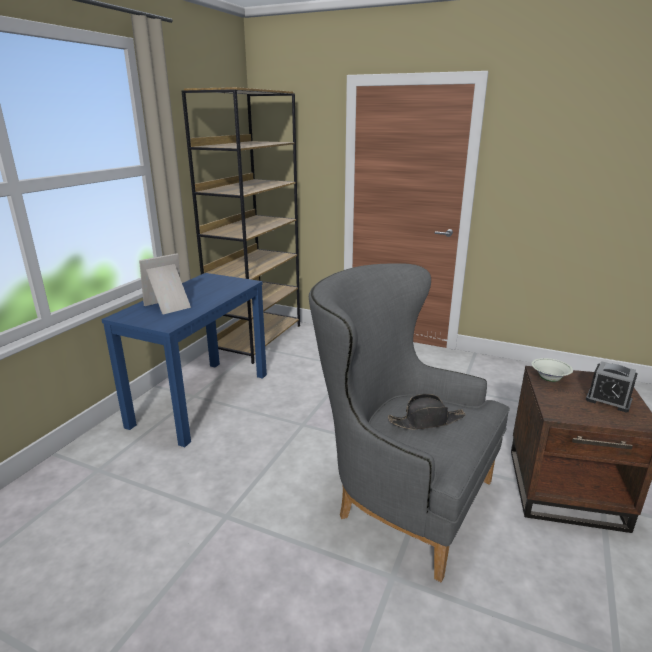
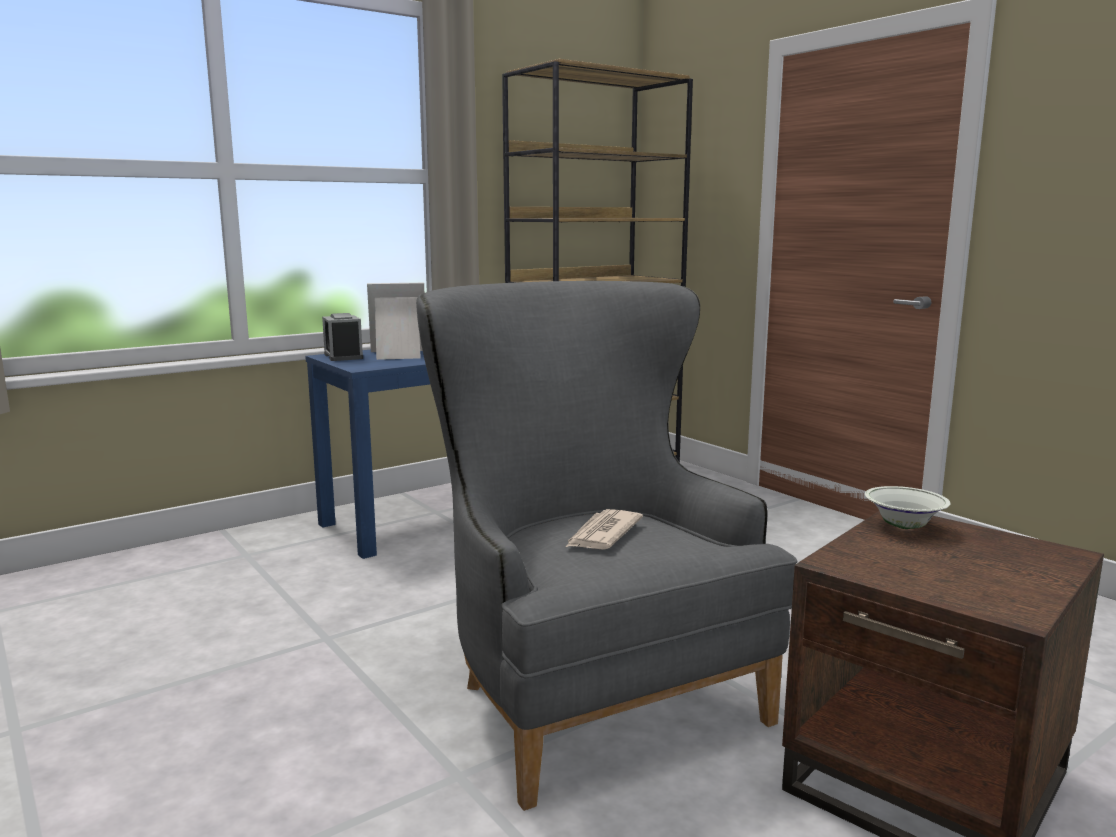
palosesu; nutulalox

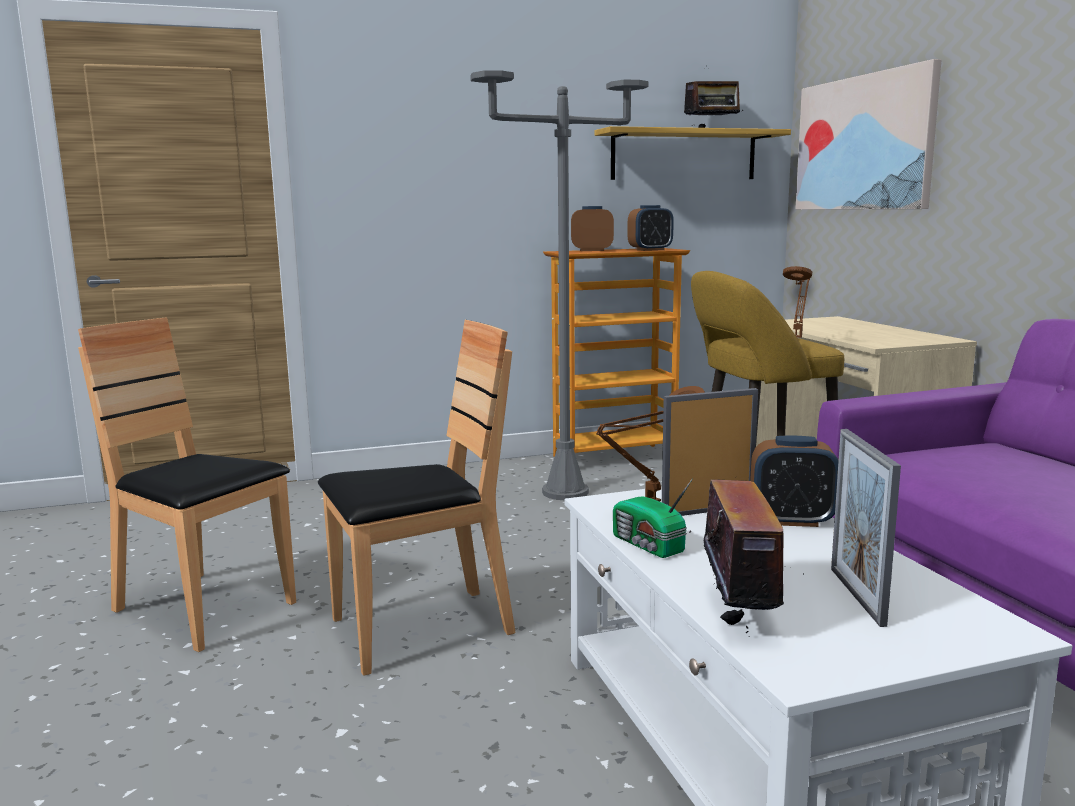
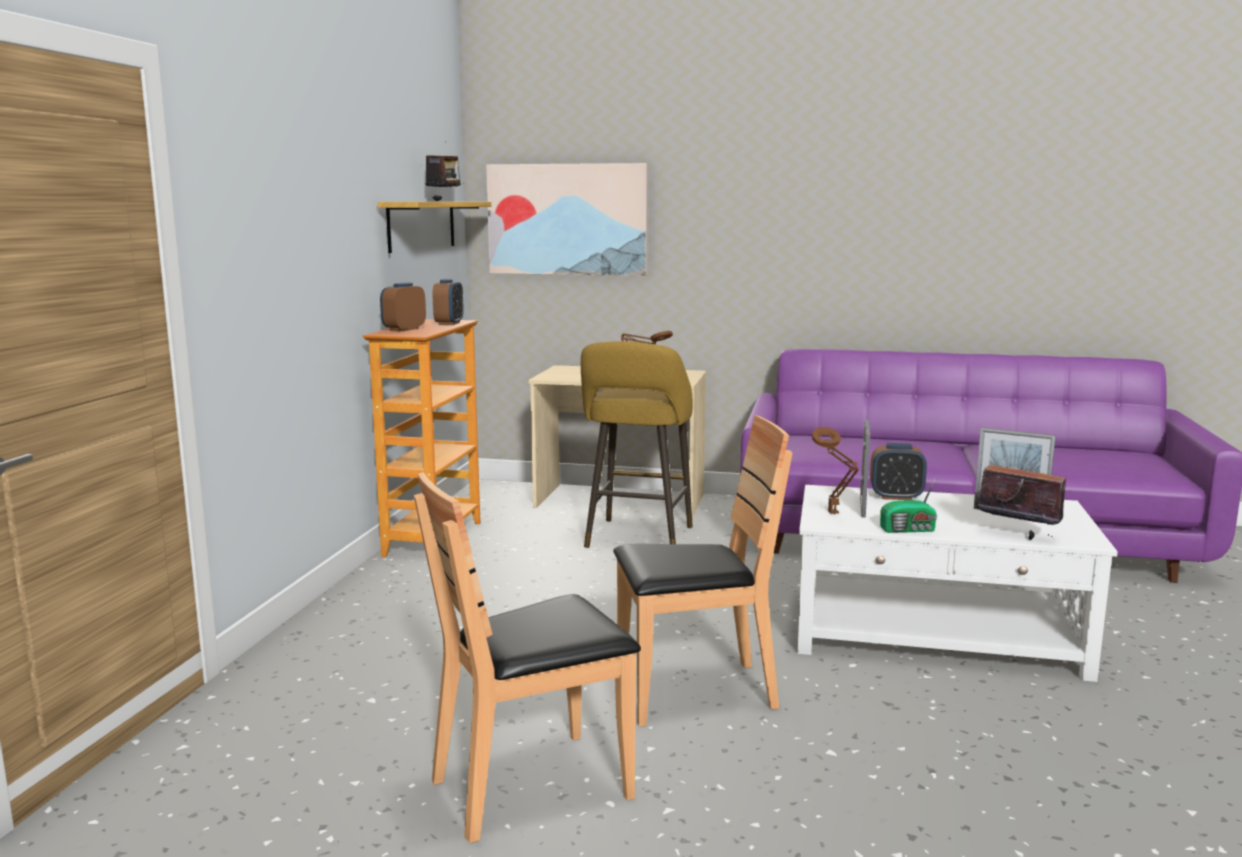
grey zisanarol; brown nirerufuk (2nd from left); palosesu (3rd from left)

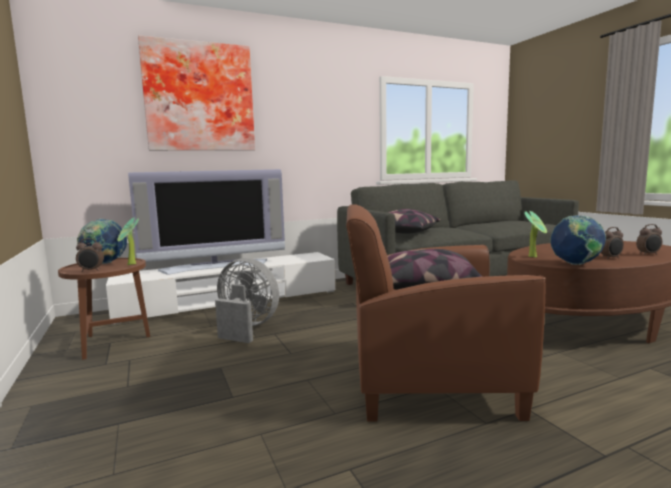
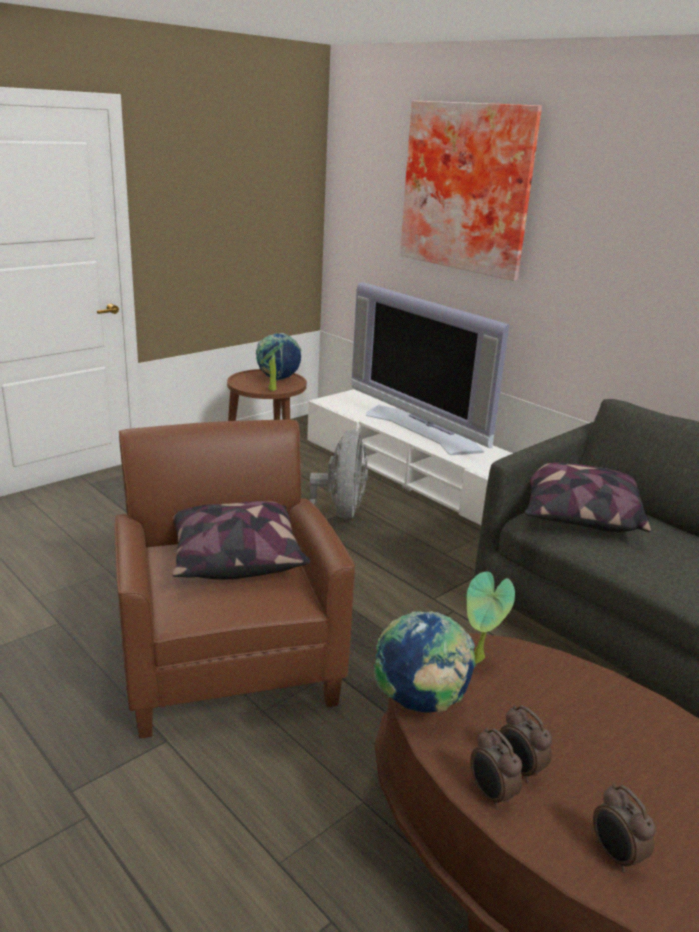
palosesu (1st from left)

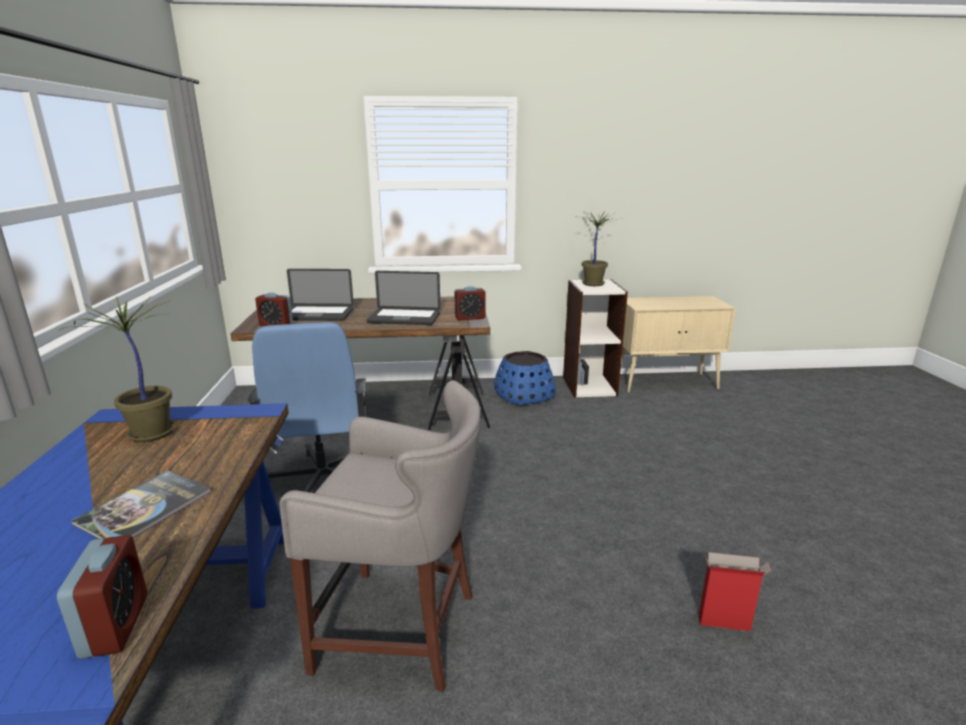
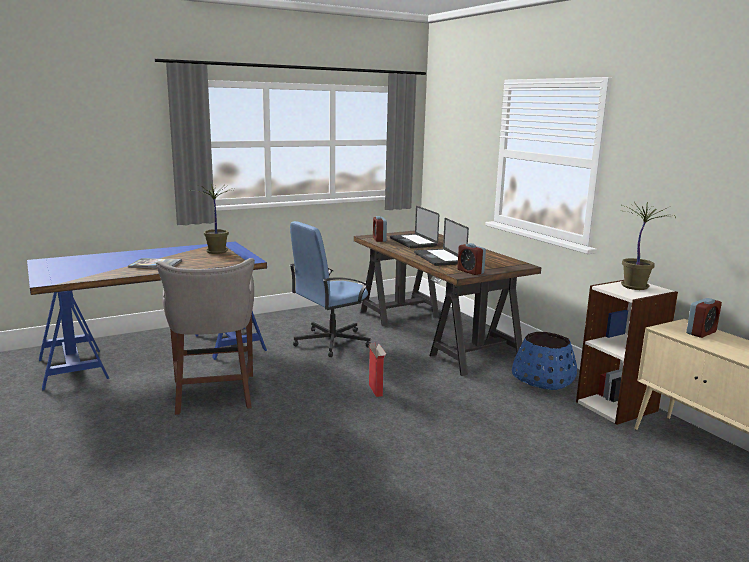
palosesu (3rd from left); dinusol

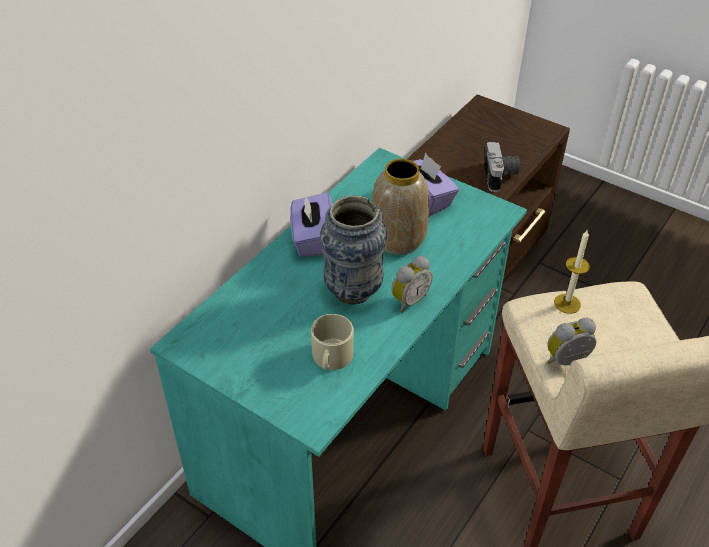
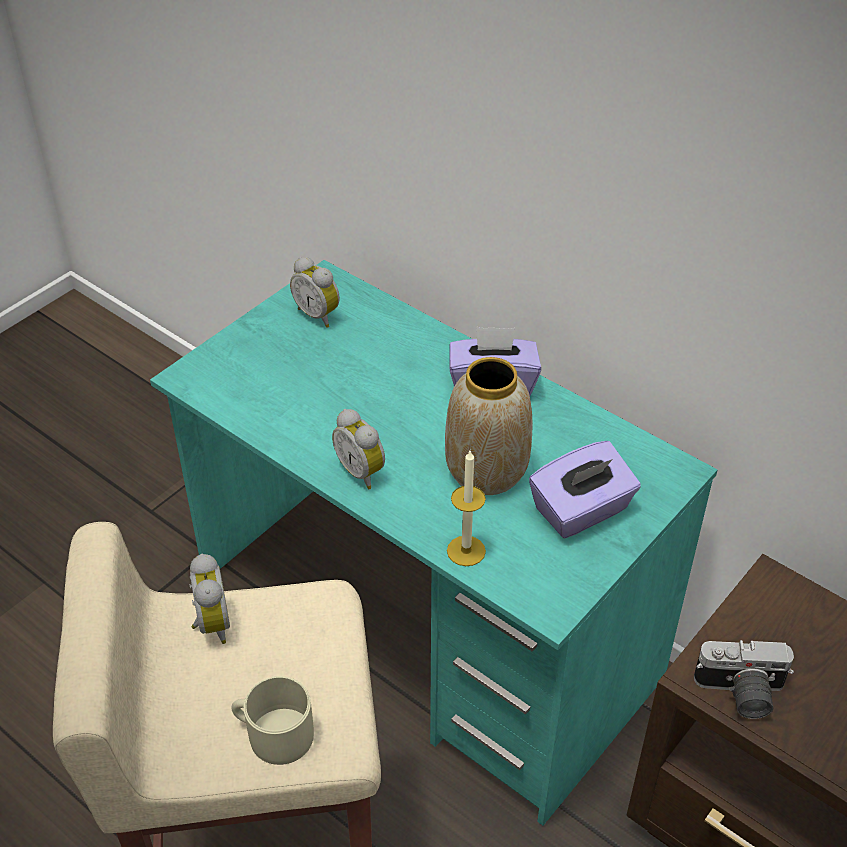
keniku (1st from left in the first image); palosesu (2nd from left); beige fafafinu; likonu

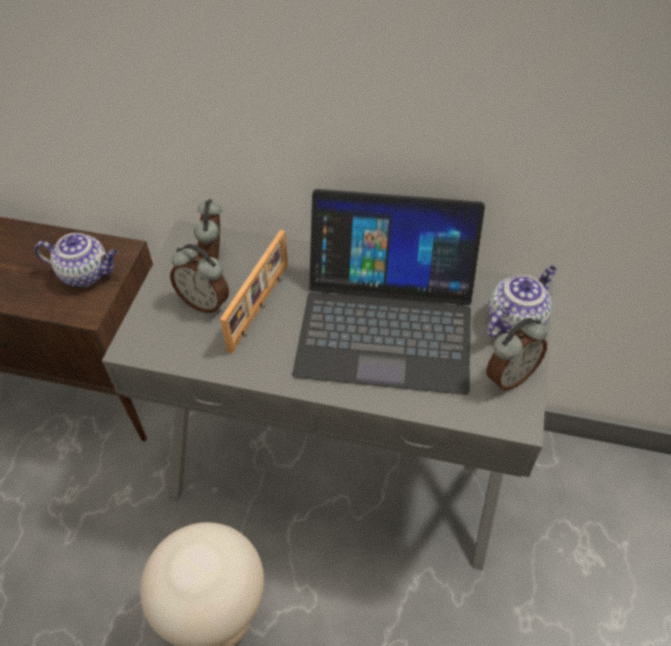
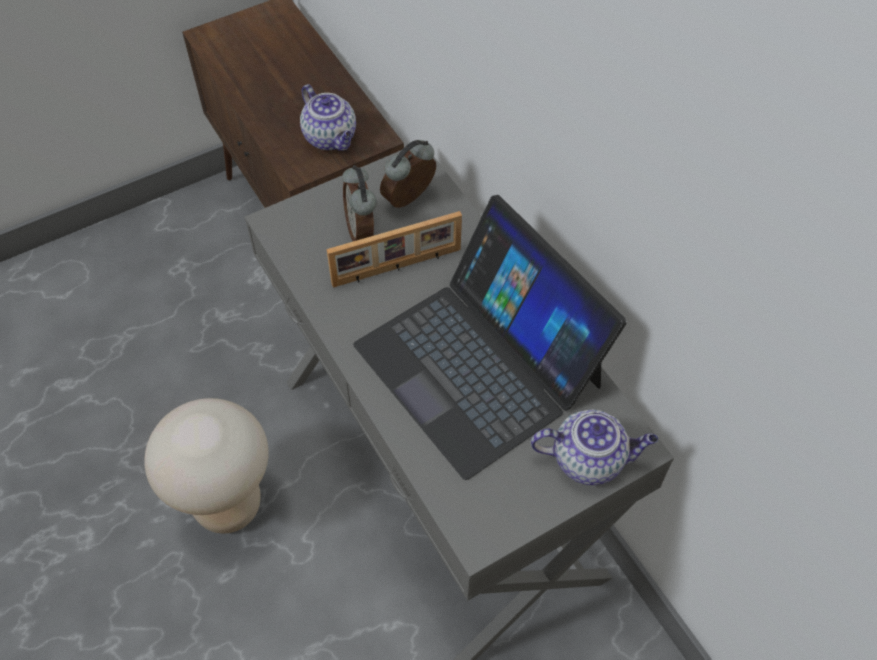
palosesu (3rd from left in the first image)

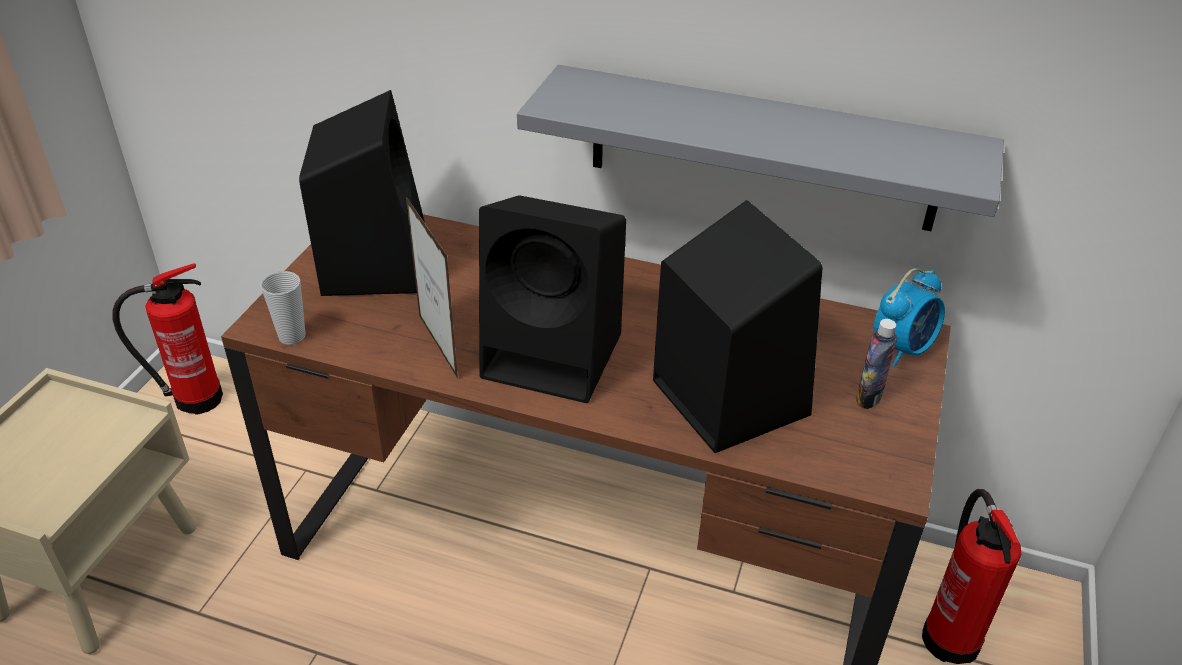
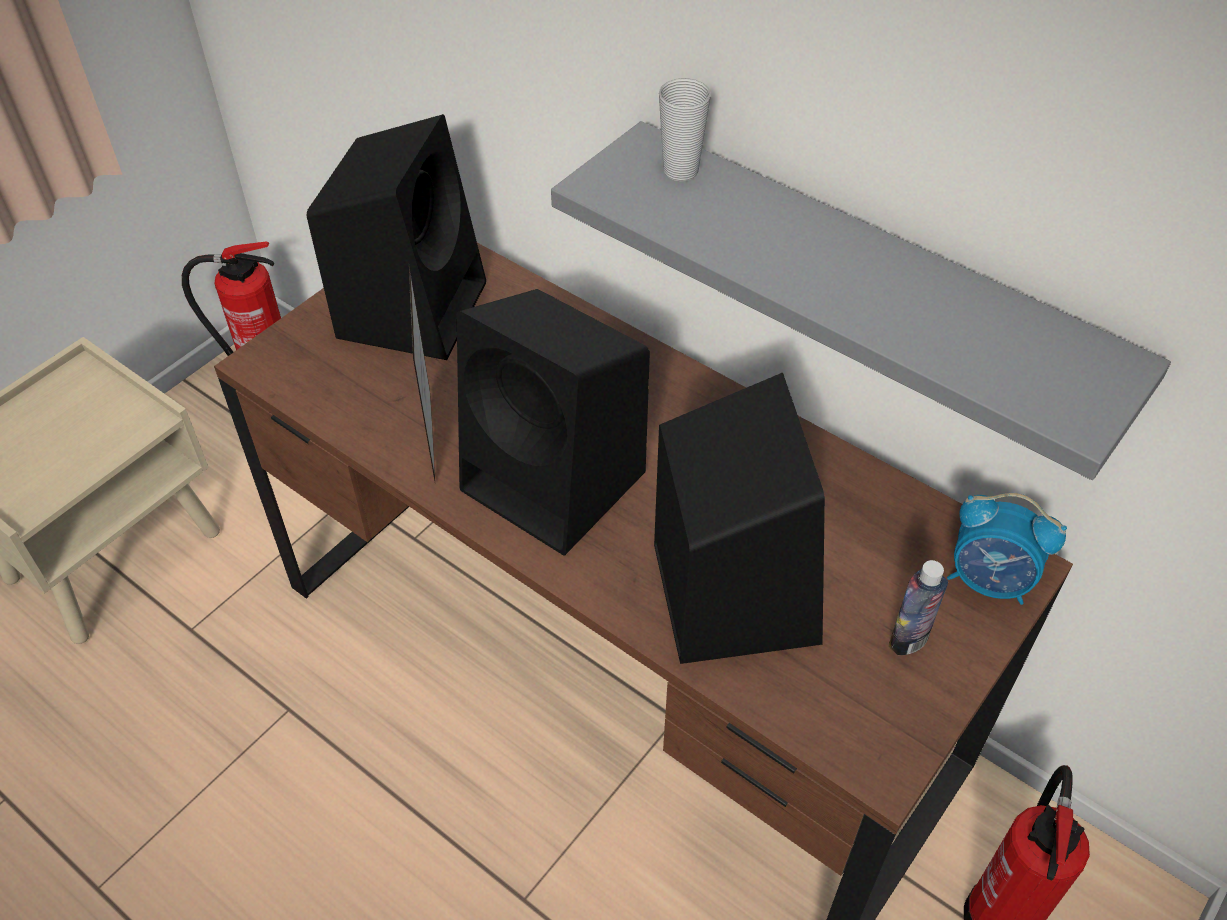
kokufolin; palosesu

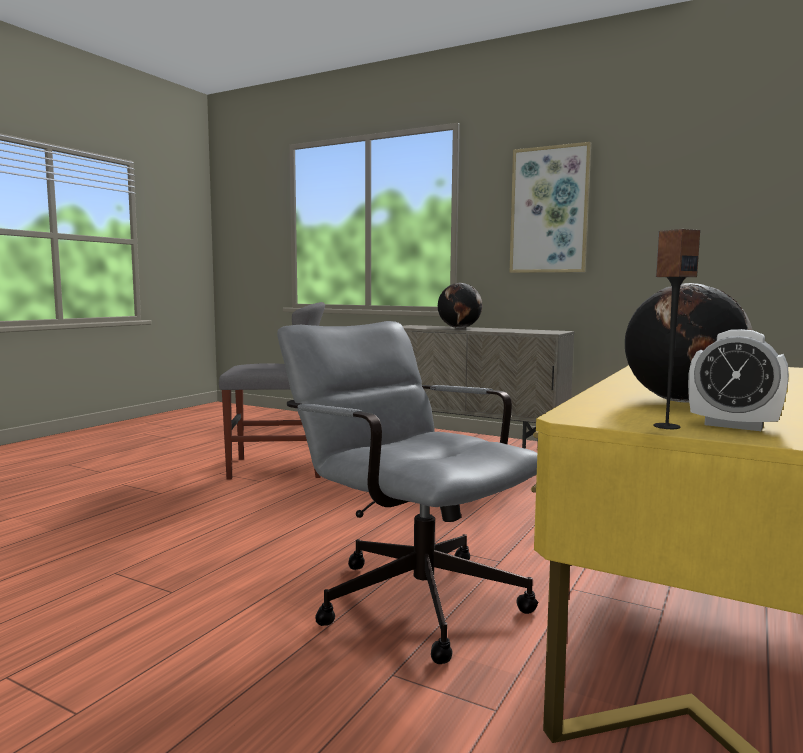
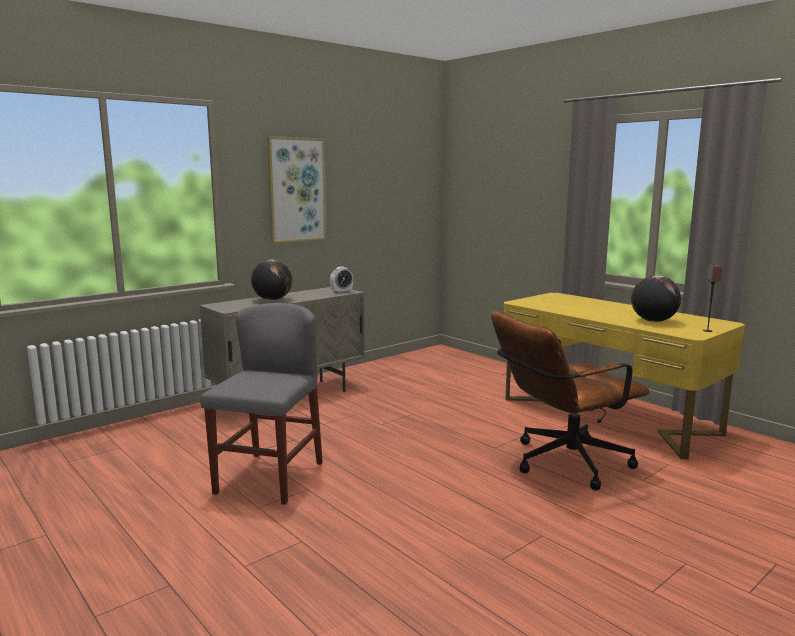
palosesu; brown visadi

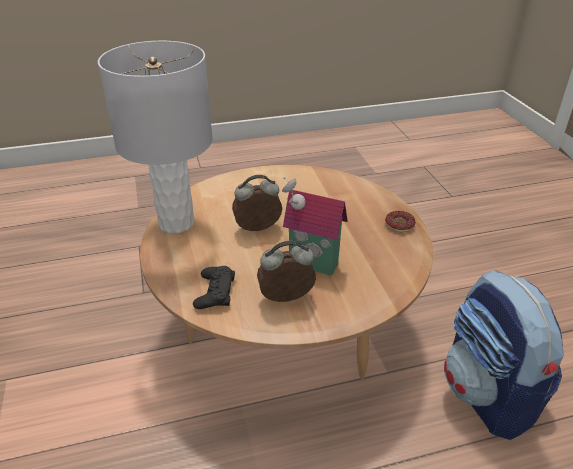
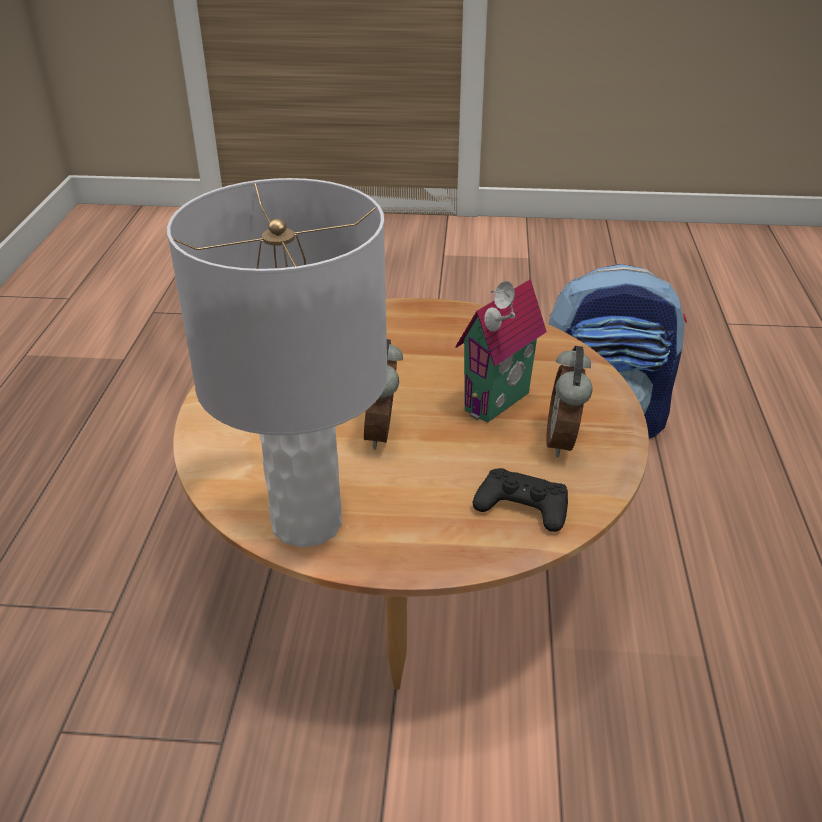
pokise

